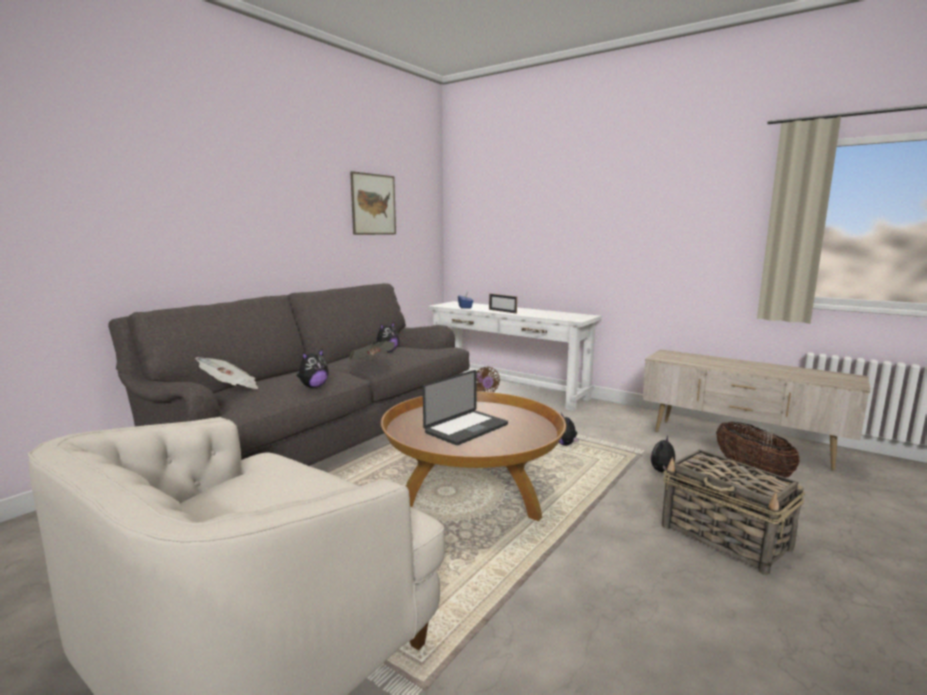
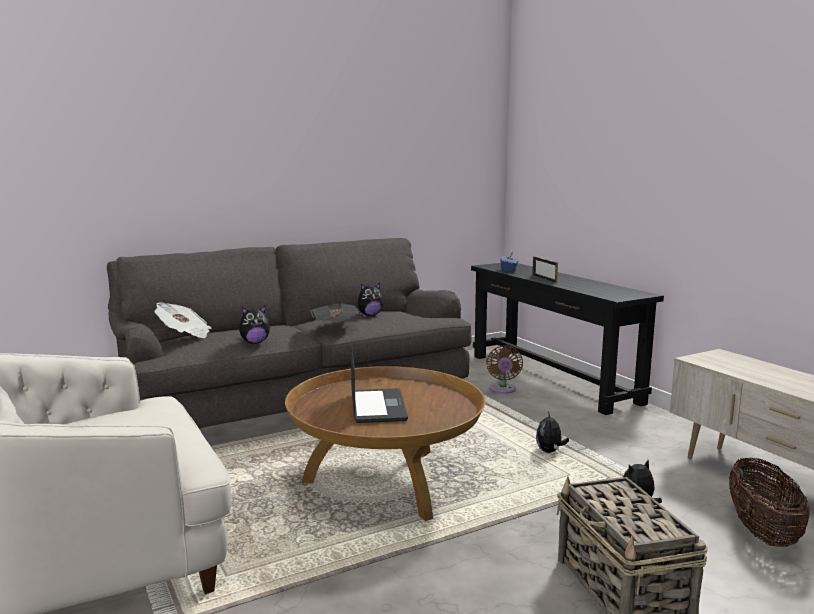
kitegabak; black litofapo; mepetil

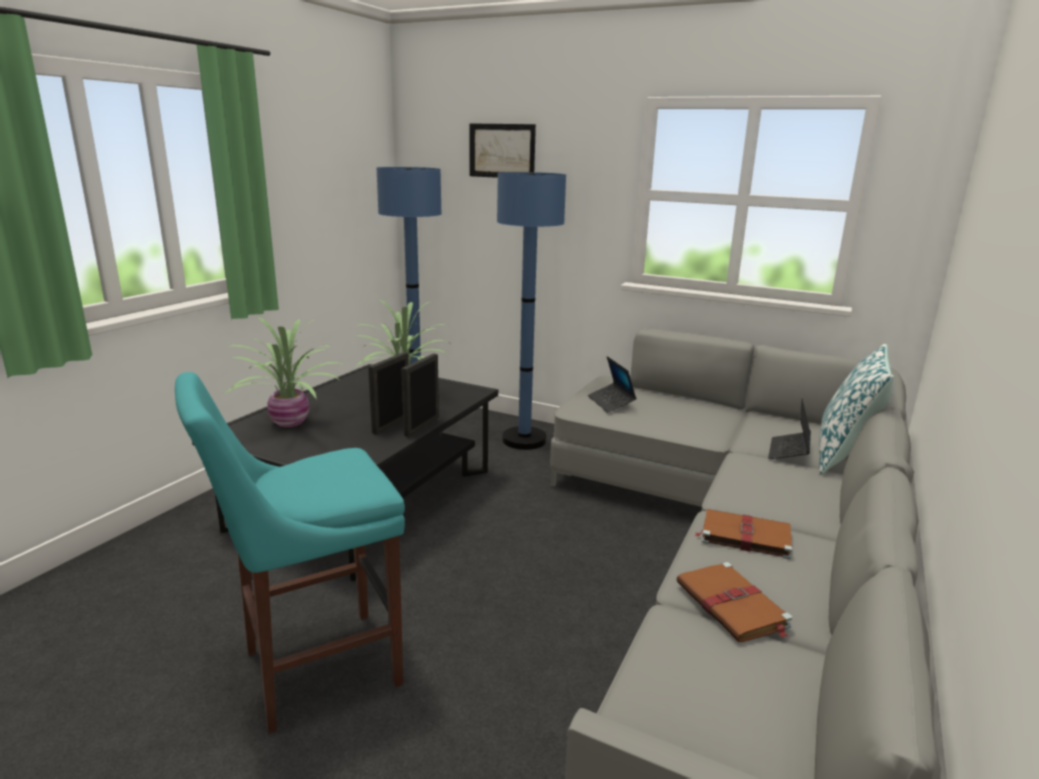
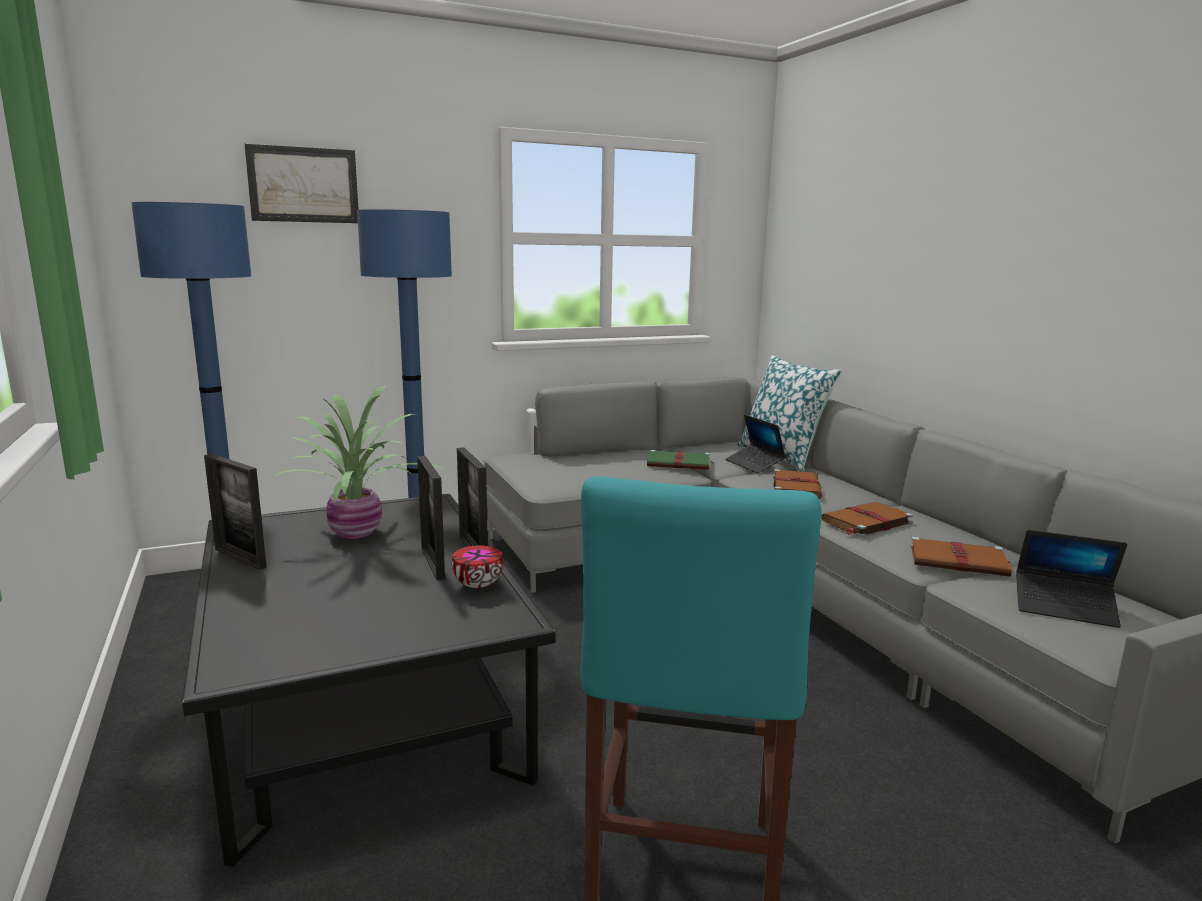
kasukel (1st from left in the first image); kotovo (1st from left); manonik; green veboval; brown veboval (1st from left); mepetil (2nd from left)

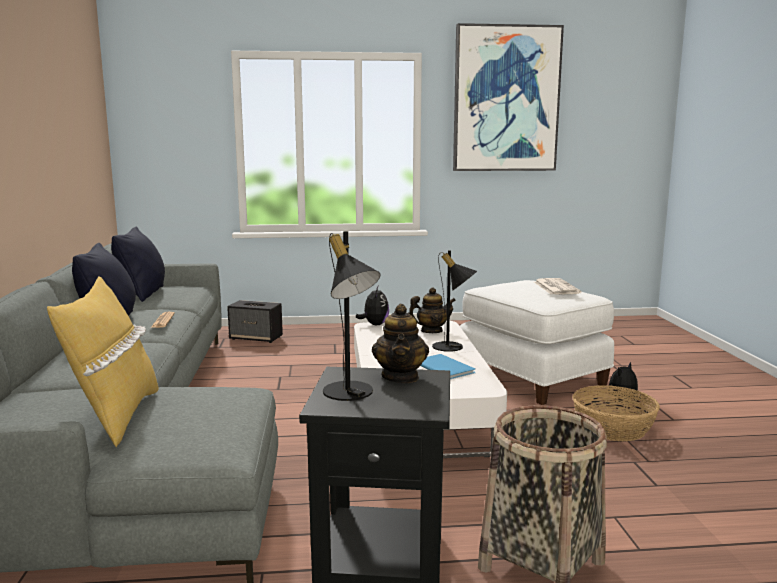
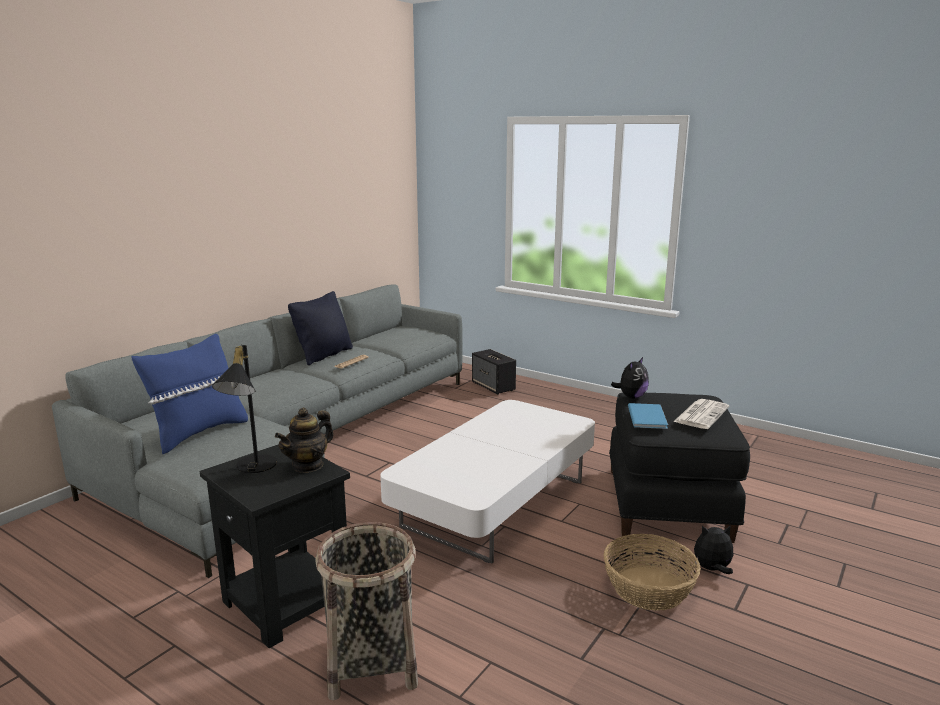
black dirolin (2nd from left in the first image); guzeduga (2nd from left in the first image); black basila (2nd from left in the first image); kitegabak; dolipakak (1st from left); blue veboval; blue dirolin; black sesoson

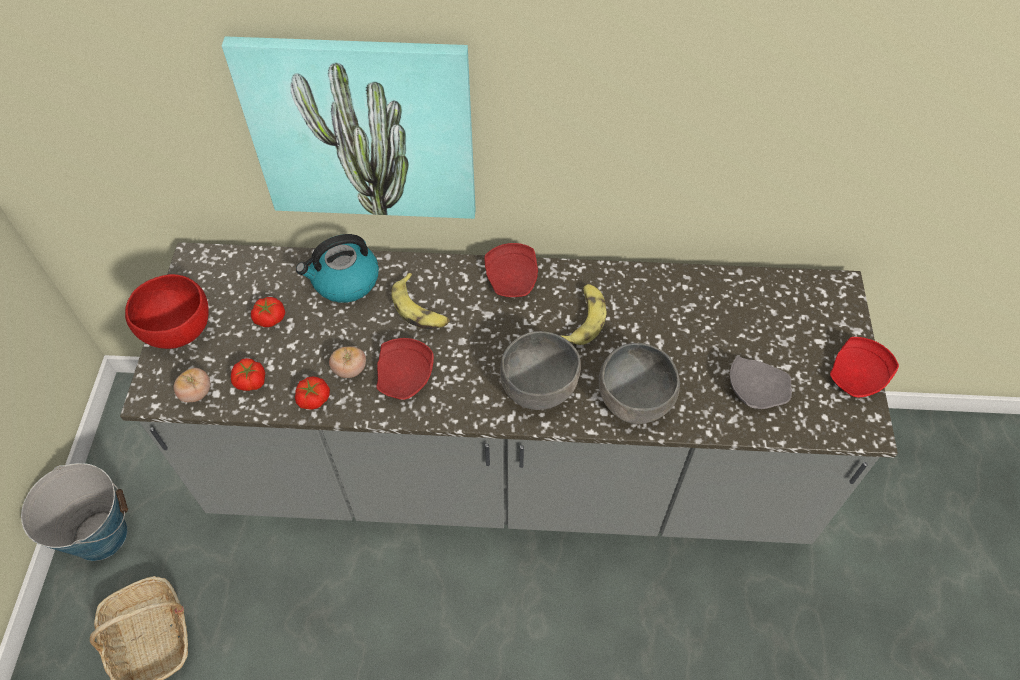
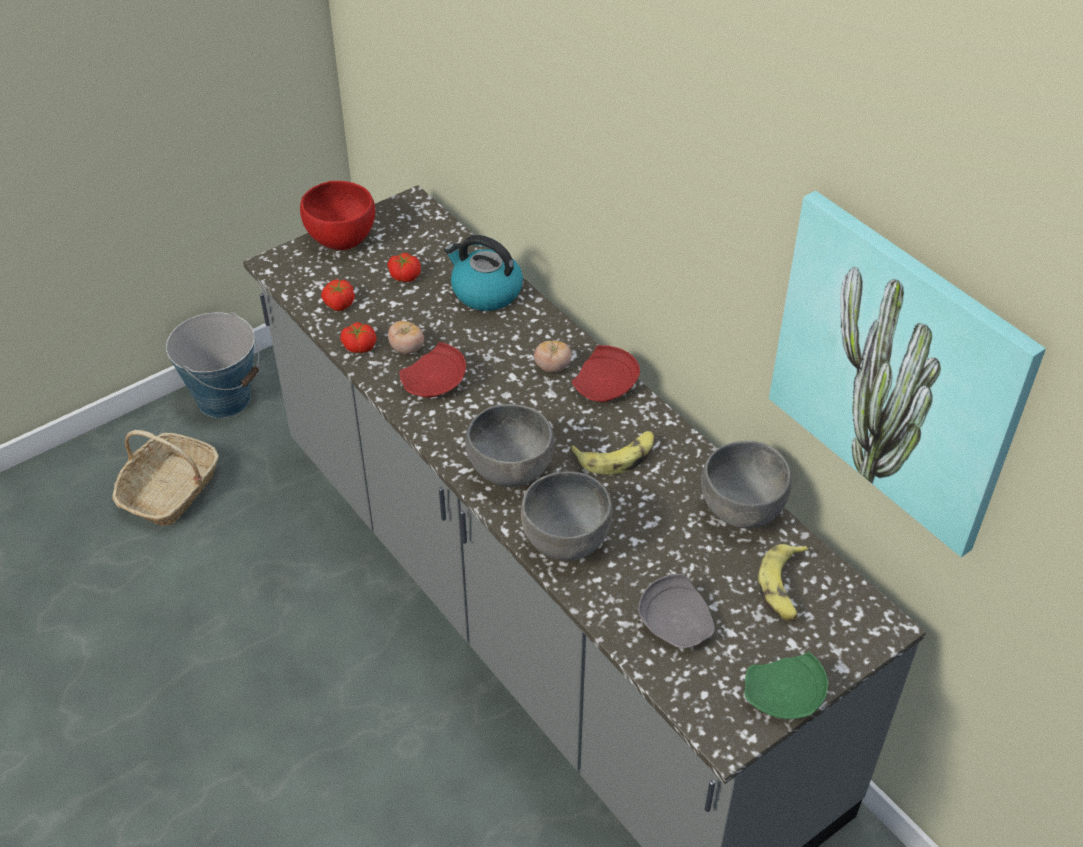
grey manonik (3rd from left); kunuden (5th from left); kitegabak; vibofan (2nd from left); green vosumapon

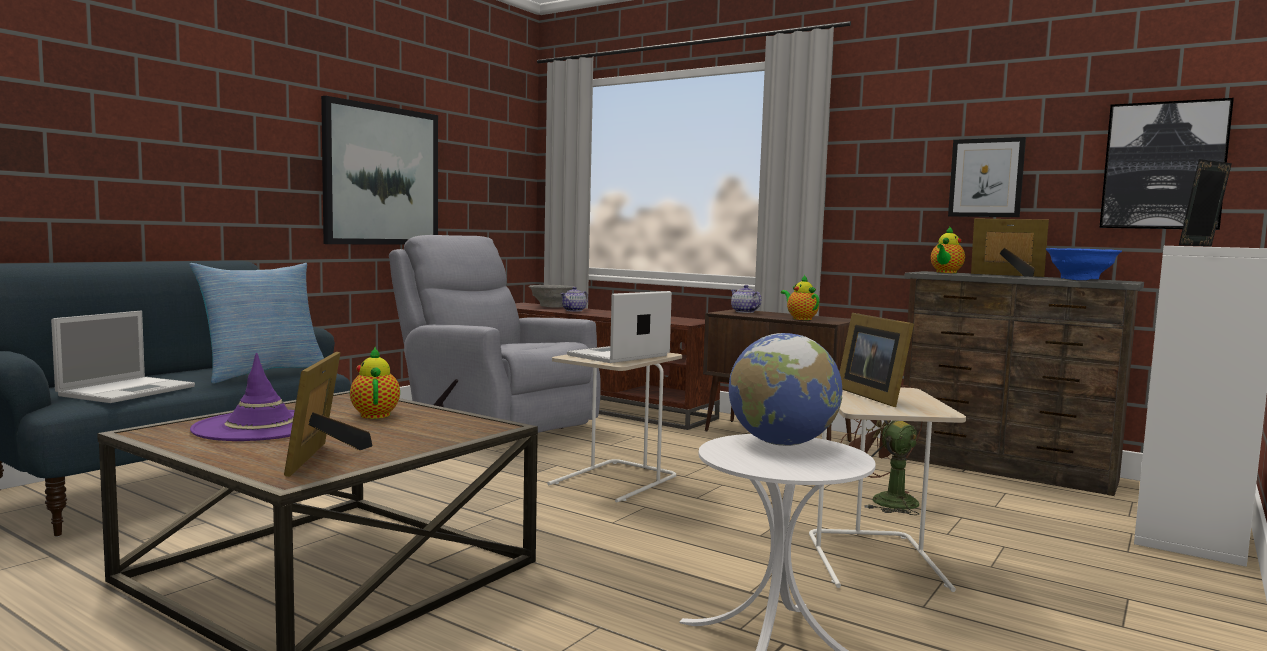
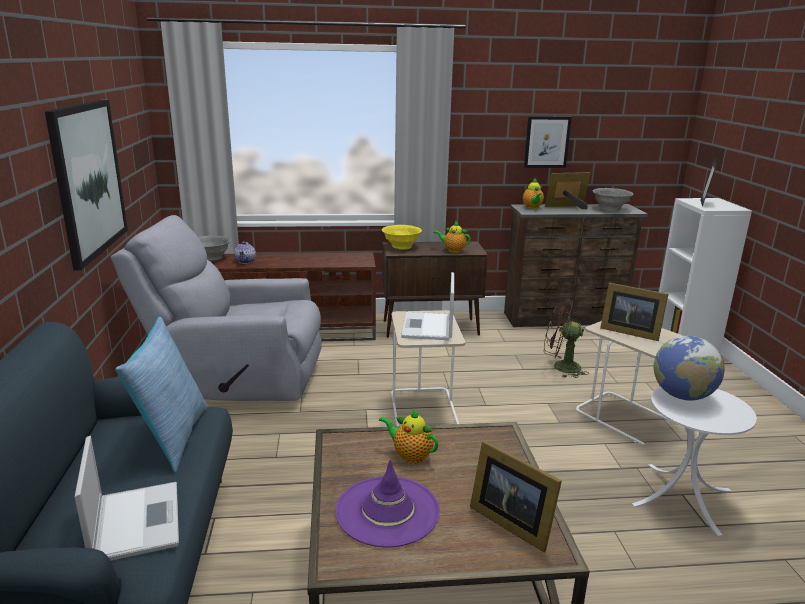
kitegabak (3rd from left in the first image); yellow manonik; grey manonik (2nd from left)

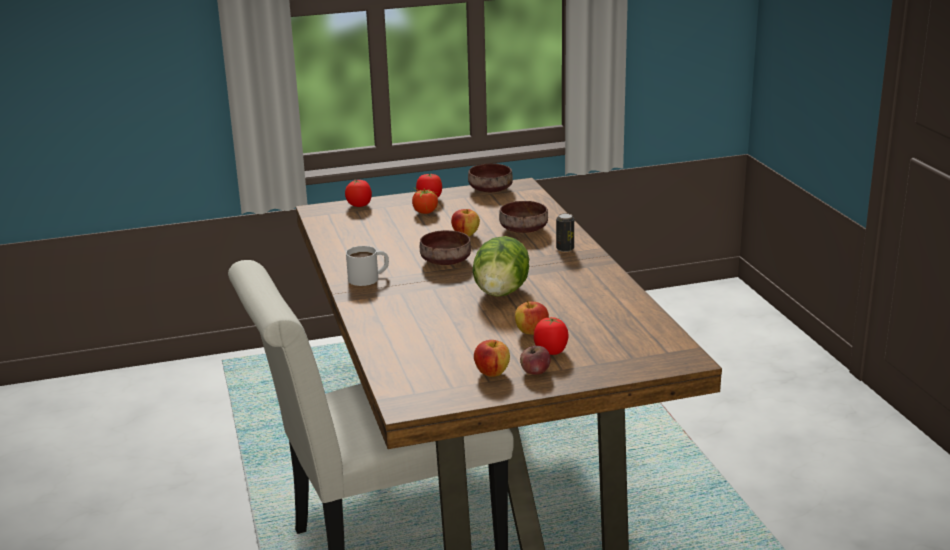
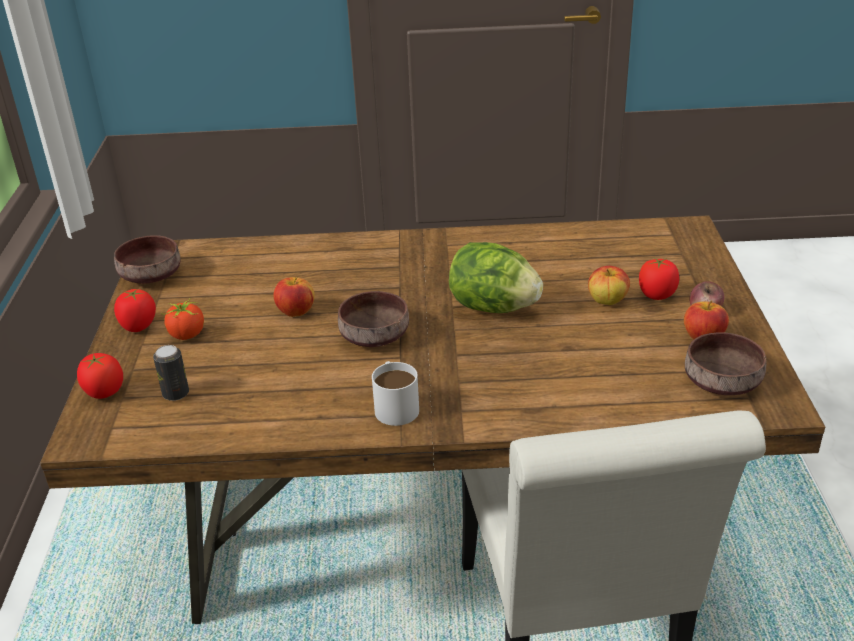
brown manonik (3rd from left); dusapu

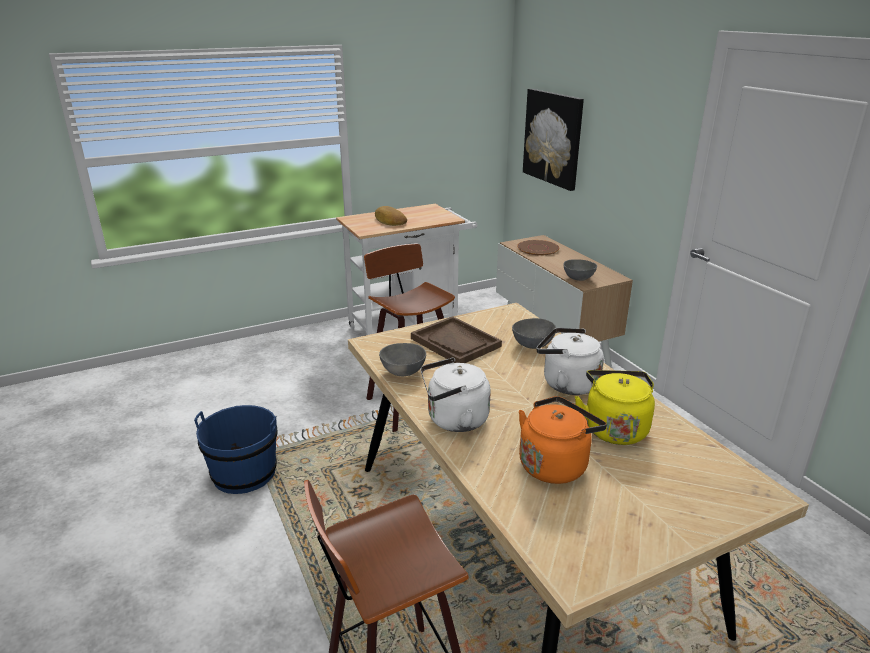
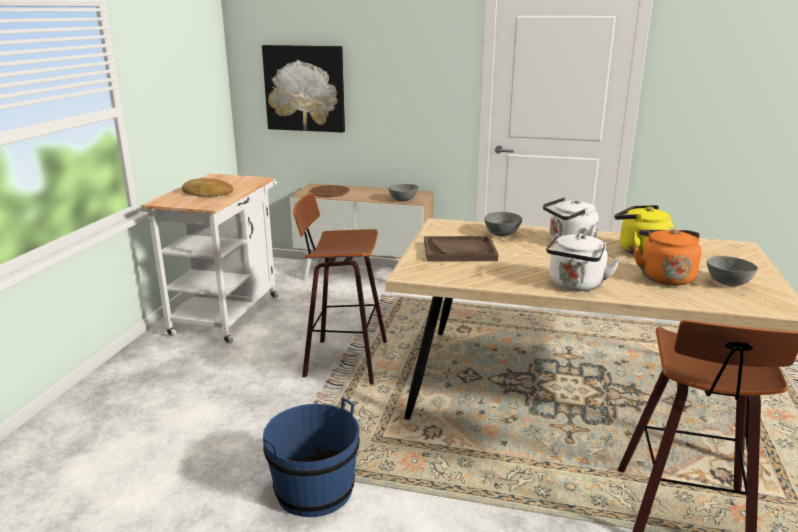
grey manonik (3rd from left)

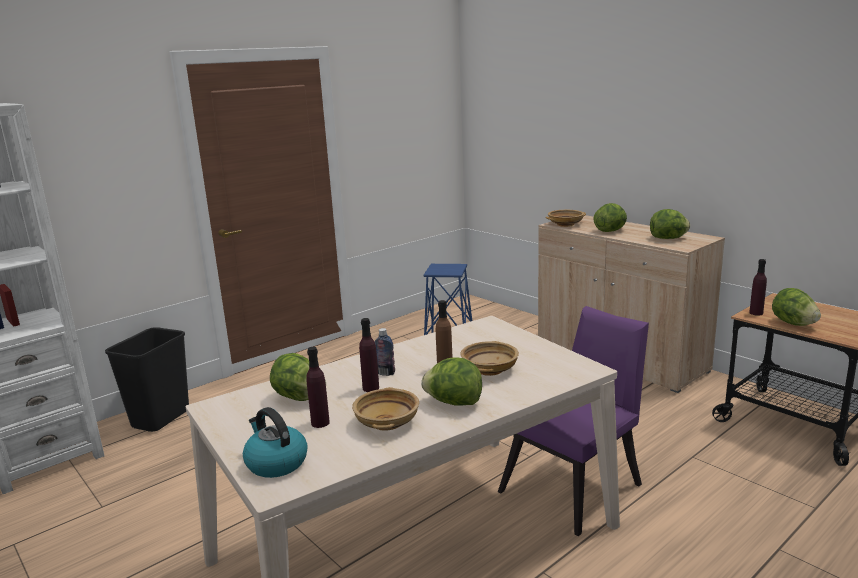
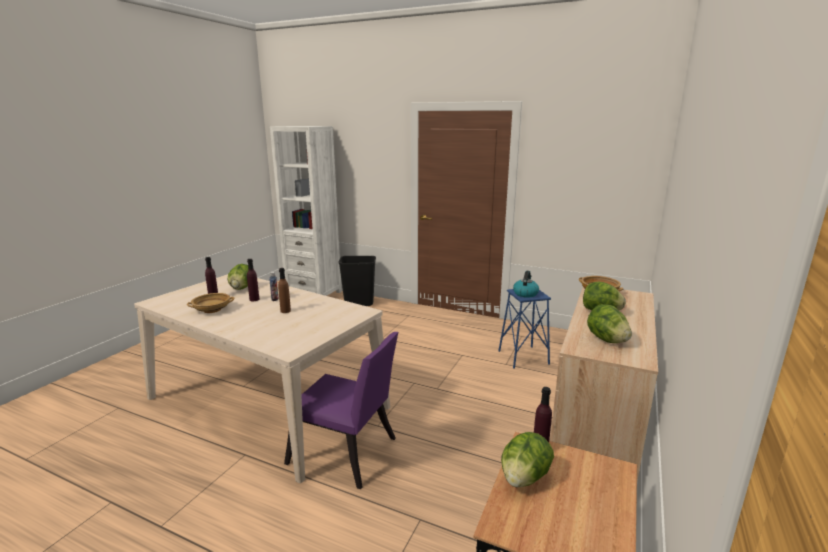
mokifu (2nd from left in the first image); beige manonik (2nd from left in the first image); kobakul

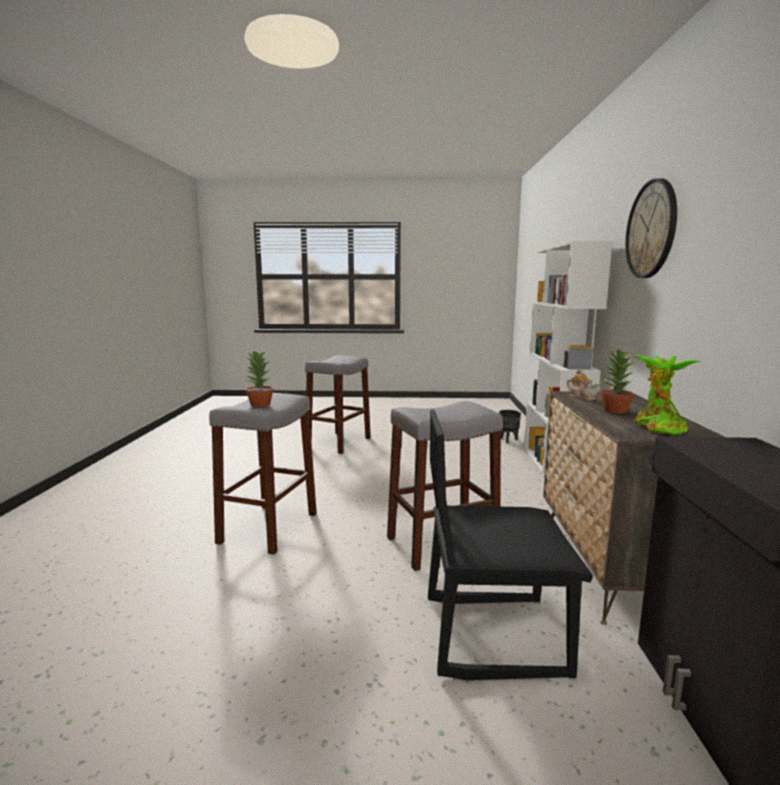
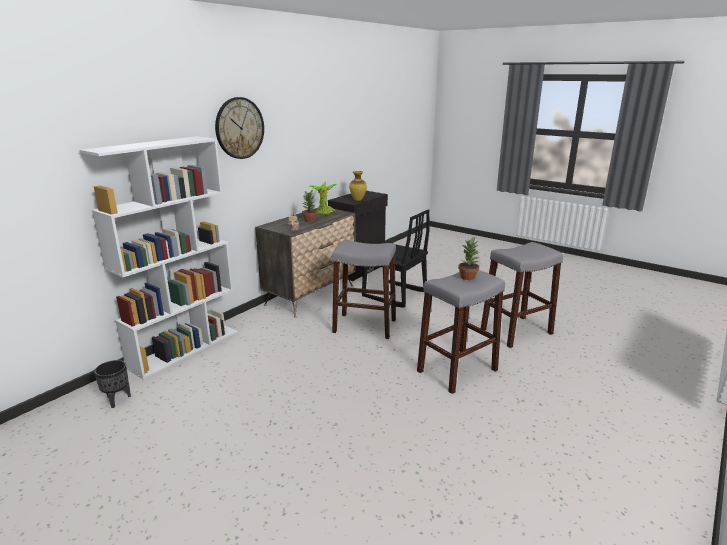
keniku; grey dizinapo (3rd from left)

